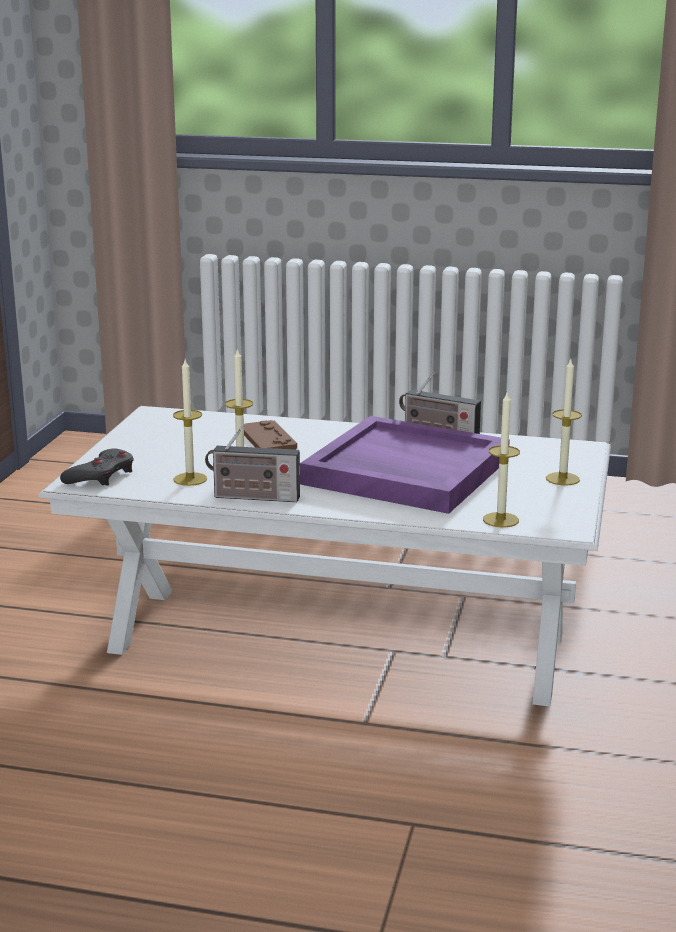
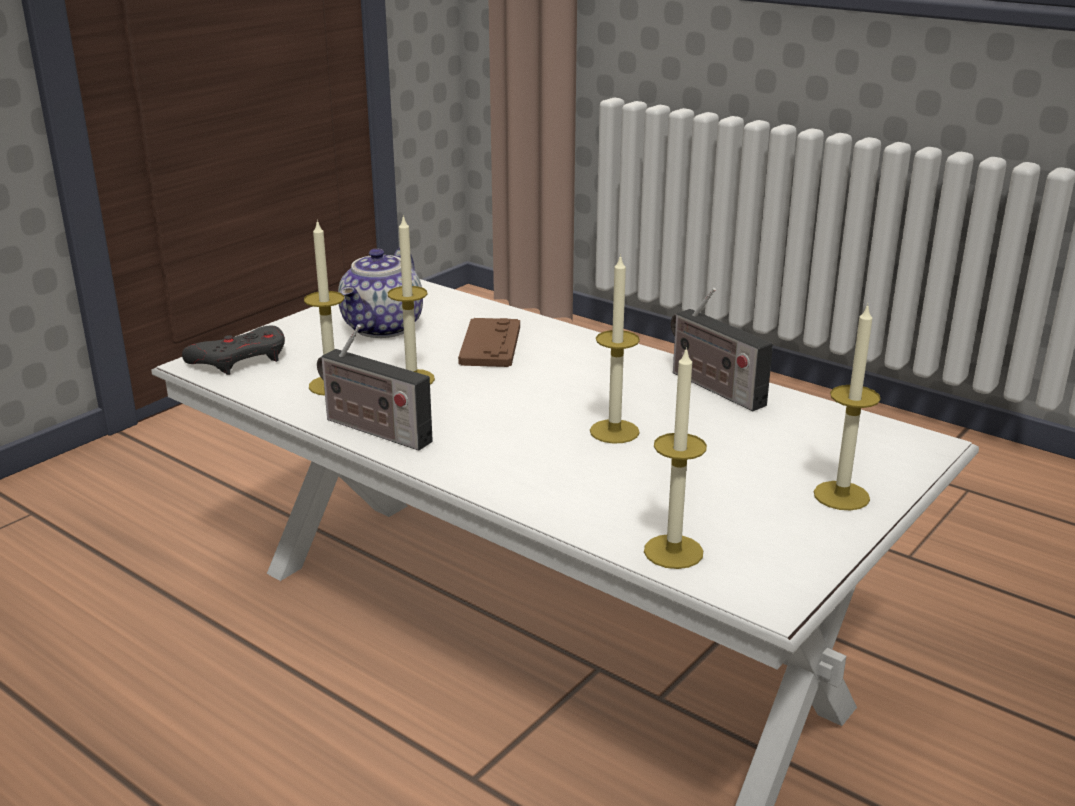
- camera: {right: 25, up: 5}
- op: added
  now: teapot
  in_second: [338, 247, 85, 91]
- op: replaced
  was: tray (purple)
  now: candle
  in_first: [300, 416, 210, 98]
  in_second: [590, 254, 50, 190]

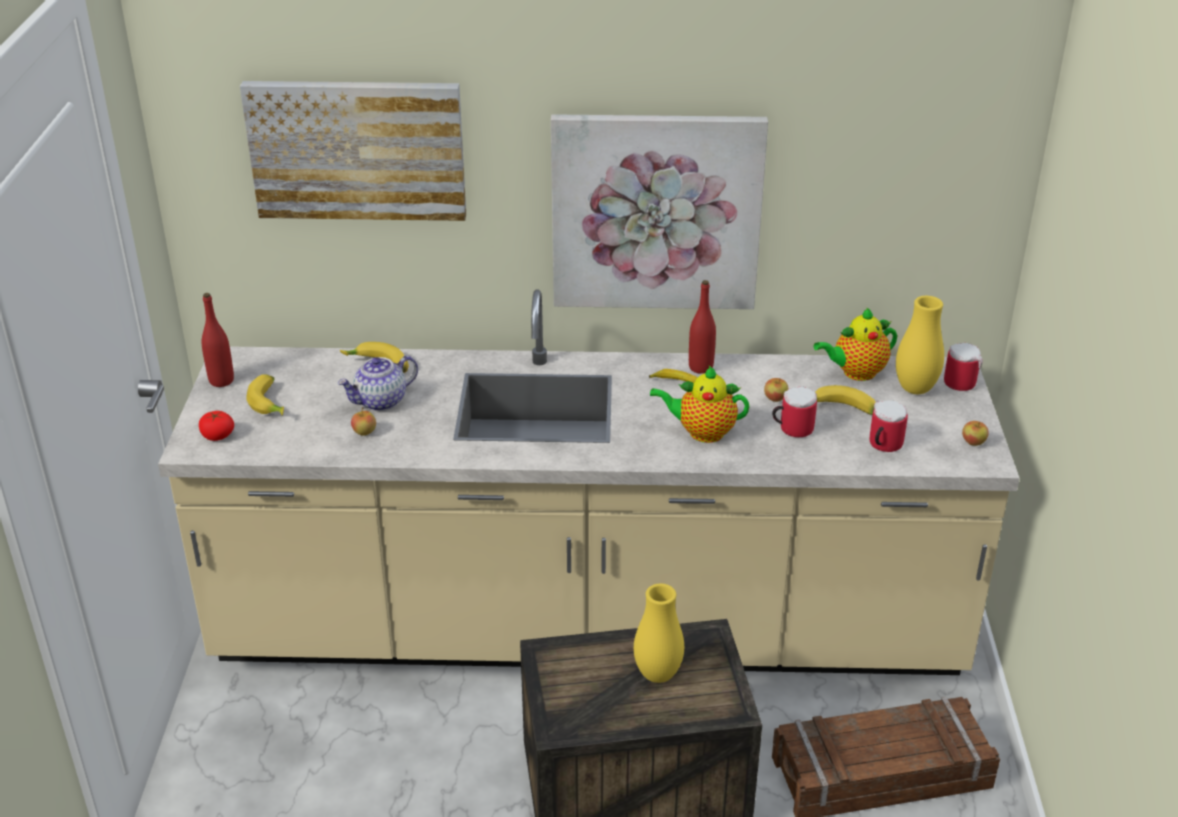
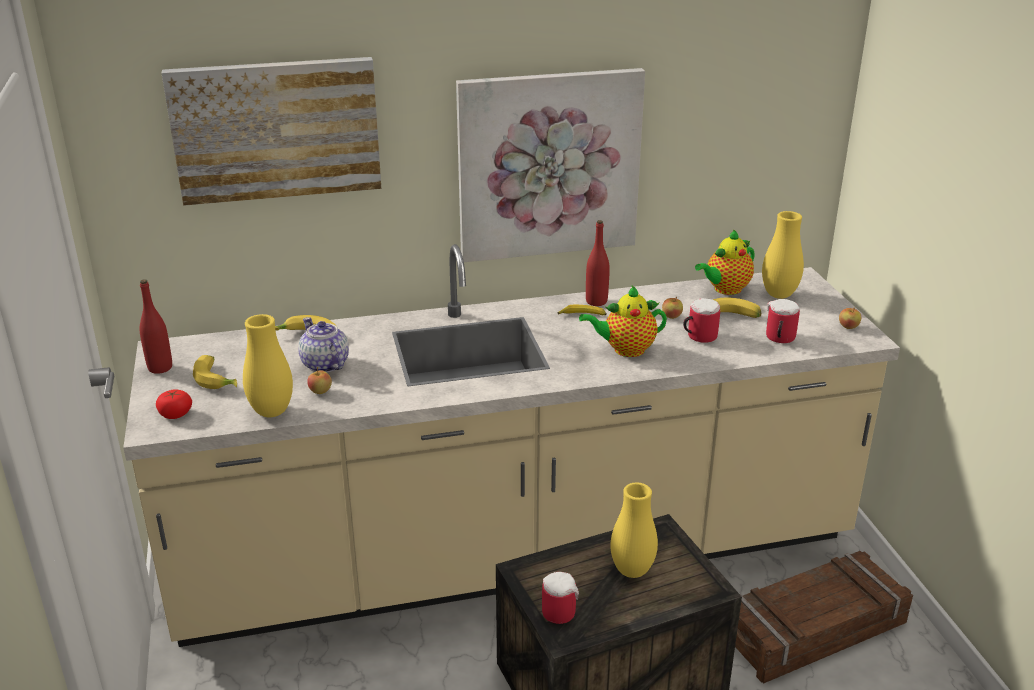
- camera: {right: -15, up: -5}
- op: added
  now: vase (yellow)
  in_second: [243, 314, 50, 103]
- op: turned
  was: teapot
  in_first: [338, 355, 80, 56]
  in_second: [298, 317, 51, 56]
  clockwise: 105
- op: moved
  was: mug
  in_first: [944, 343, 39, 48]
  in_second: [542, 572, 37, 52]

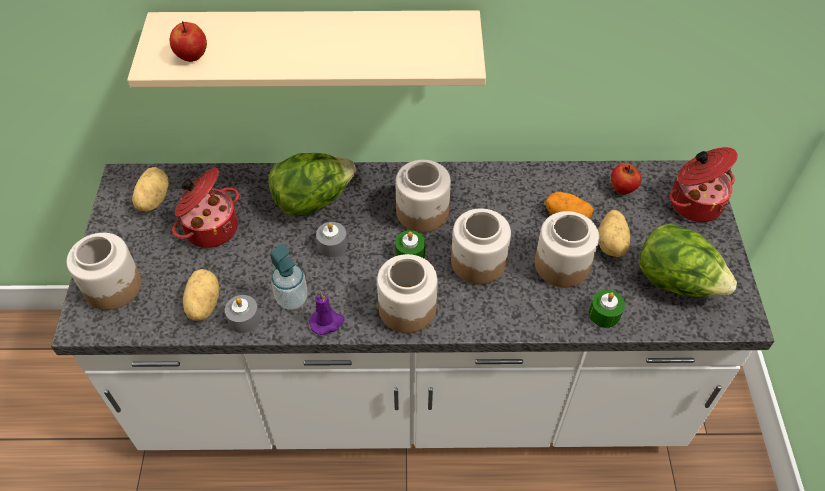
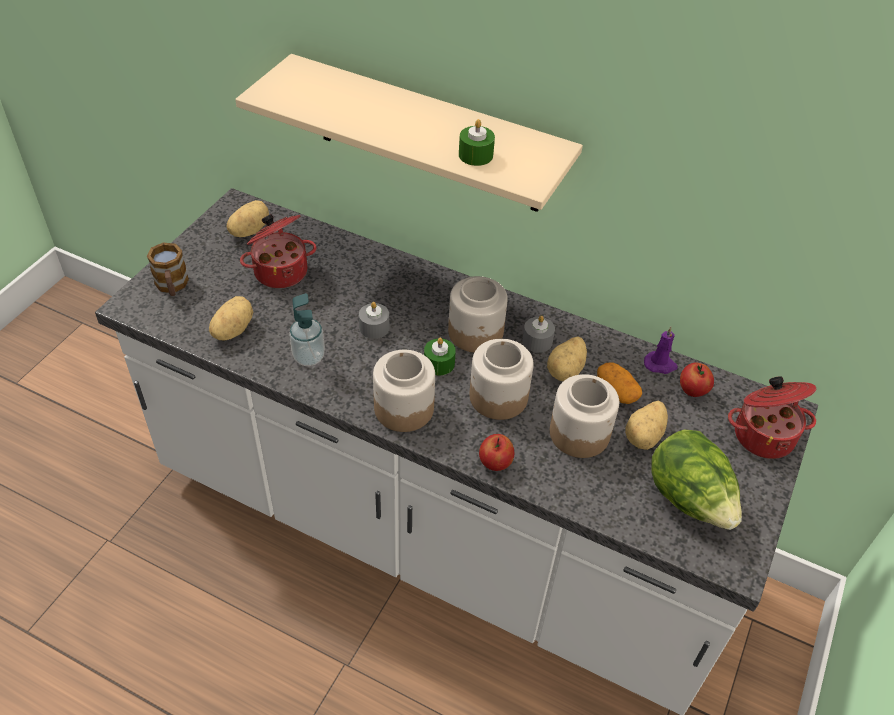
- camera: {right: 25, up: -5}
- op: replaced
  was: jar
  now: mug
  in_first: [67, 233, 75, 77]
  in_second: [147, 242, 42, 54]
- op: moved
  was: candle (green)
  in_first: [589, 290, 36, 38]
  in_second: [459, 119, 36, 47]
- op: moved
  was: apple
  in_first: [170, 21, 37, 41]
  in_second: [479, 434, 35, 37]
- op: moved
  was: candle (grey)
  in_first: [225, 295, 35, 38]
  in_second: [523, 315, 32, 38]
- op: added
  now: potato
  in_second: [547, 336, 40, 45]
- op: moved
  was: candle (purple)
  in_first: [309, 291, 35, 44]
  in_second: [644, 327, 34, 47]
- op: removed
  was: lettuce
  in_first: [268, 153, 88, 63]

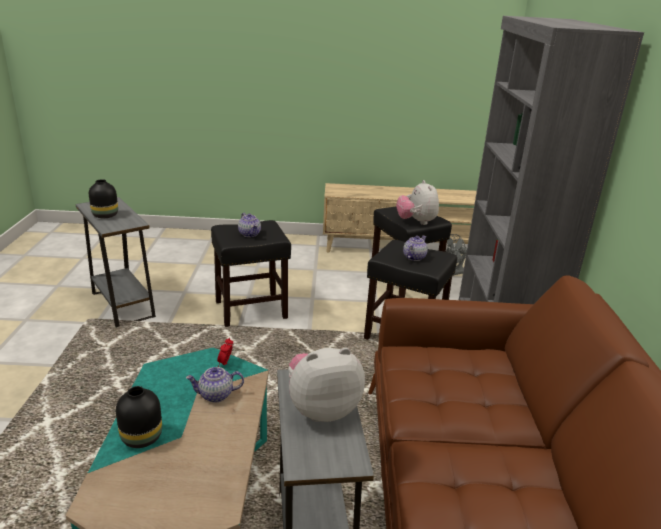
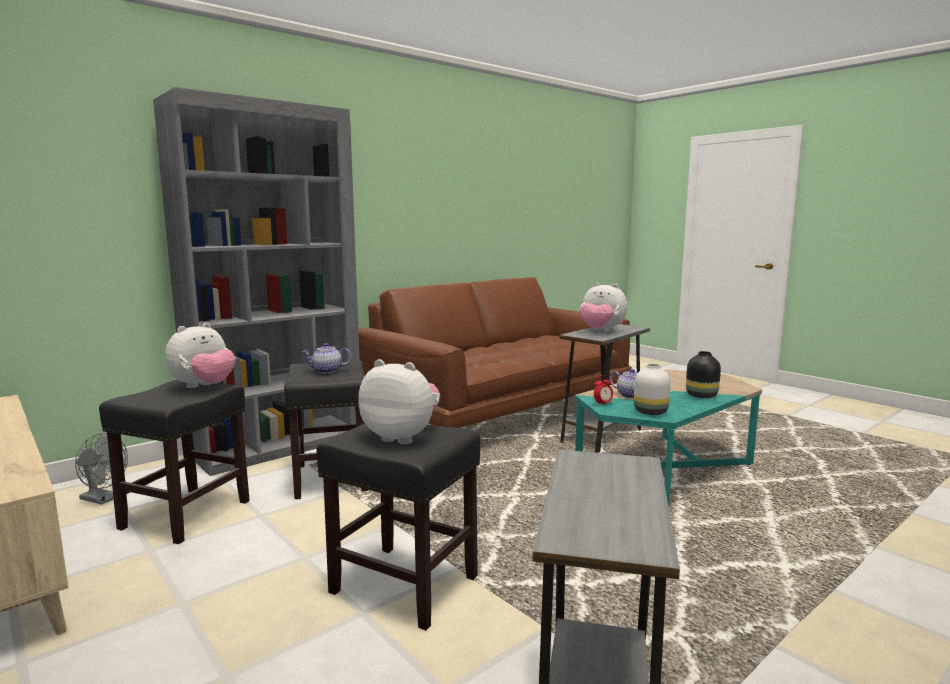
- camera: {right: -130, up: -15}
- op: replaced
  was: teapot
  now: plush toy
  in_first: [238, 213, 23, 24]
  in_second: [358, 359, 82, 85]
- op: added
  now: vase (white)
  in_second: [634, 363, 37, 52]
- op: removed
  was: vase (black)
  in_first: [89, 179, 29, 39]

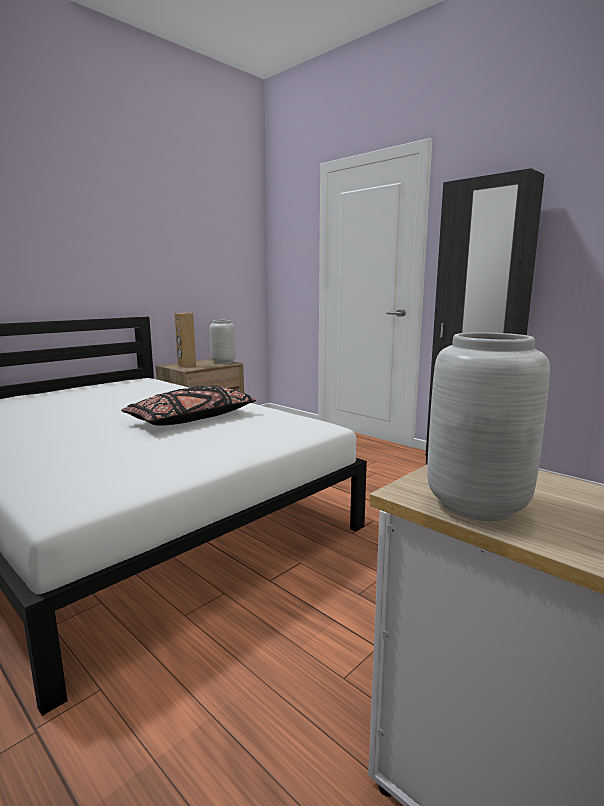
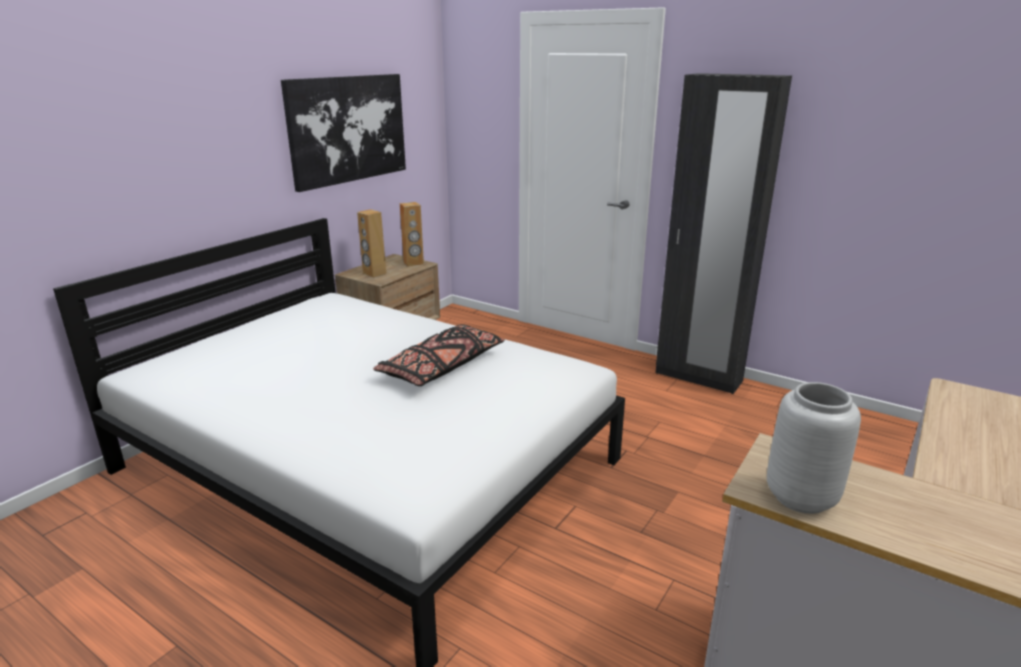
- camera: {right: -10, up: 10}
- op: added
  now: picture
  in_second: [281, 74, 125, 118]
- op: replaced
  was: vase (grey)
  now: speaker (brown)
  in_first: [209, 320, 27, 44]
  in_second: [400, 202, 24, 64]

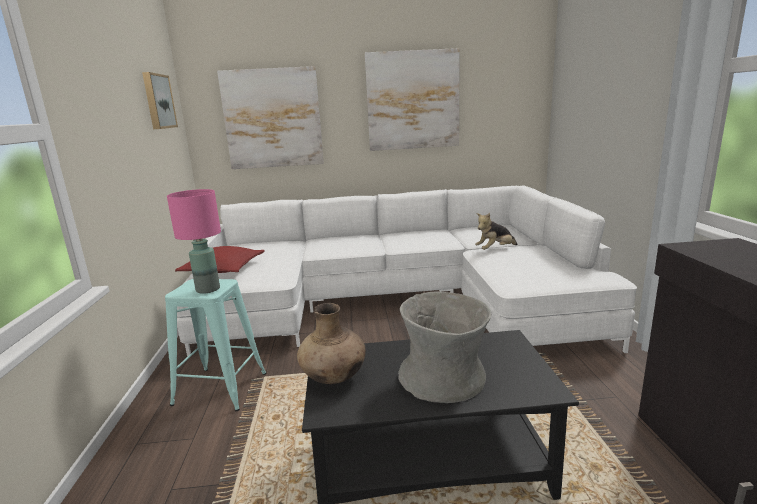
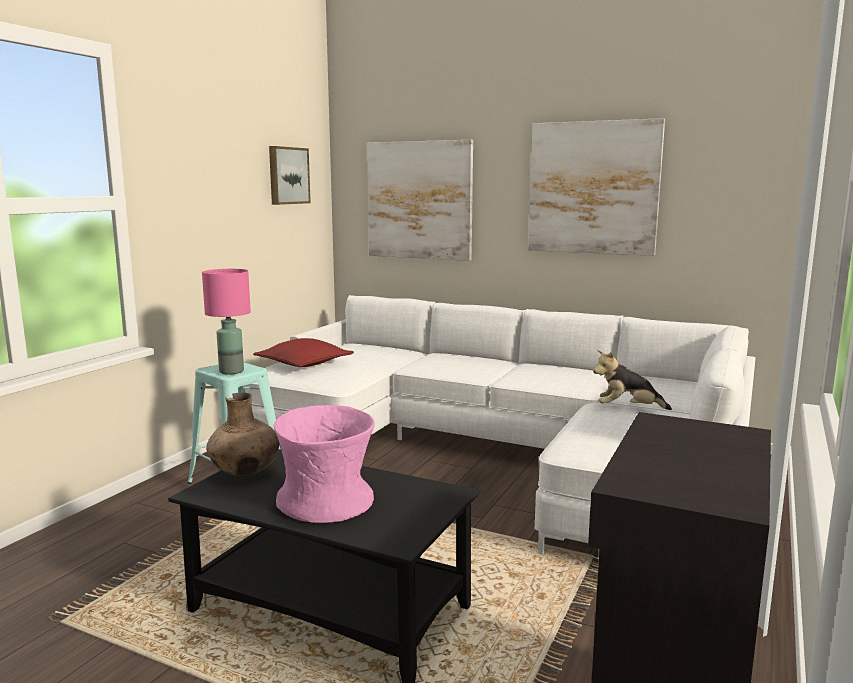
- camera: {right: 30, up: -5}
- op: recoloured
  was: vase (grey)
  now: vase (pink)
  in_first: [398, 291, 93, 112]
  in_second: [274, 405, 101, 118]

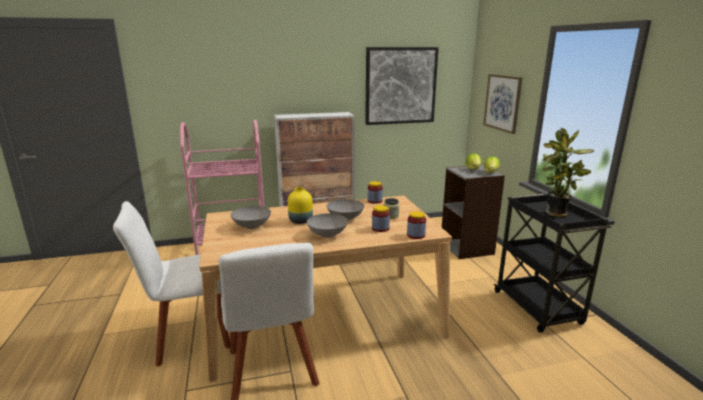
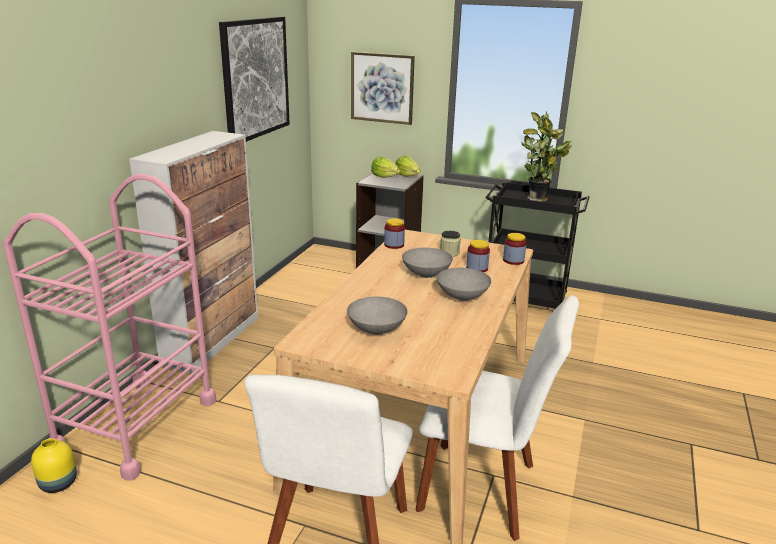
- camera: {right: -55, up: 5}
- op: moved
  was: vase (yellow)
  in_first: [288, 187, 25, 37]
  in_second: [31, 438, 46, 55]

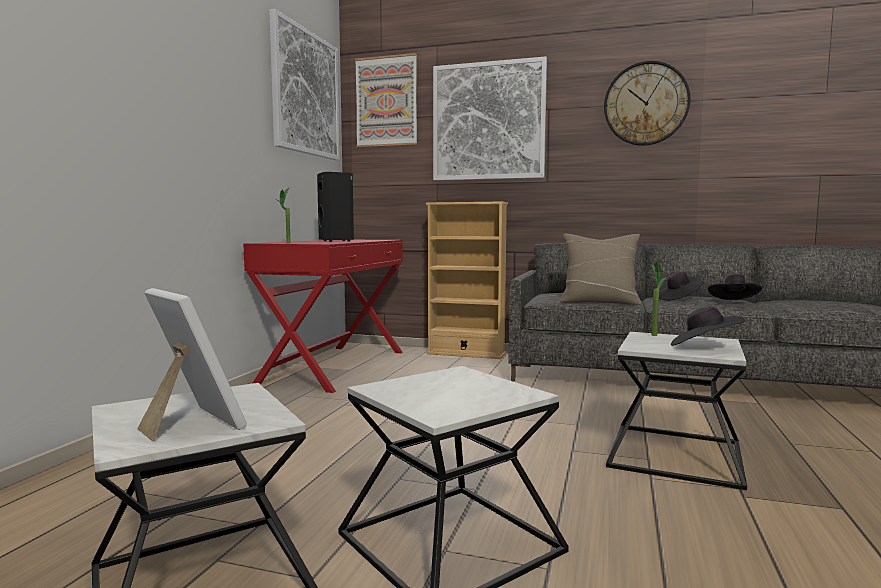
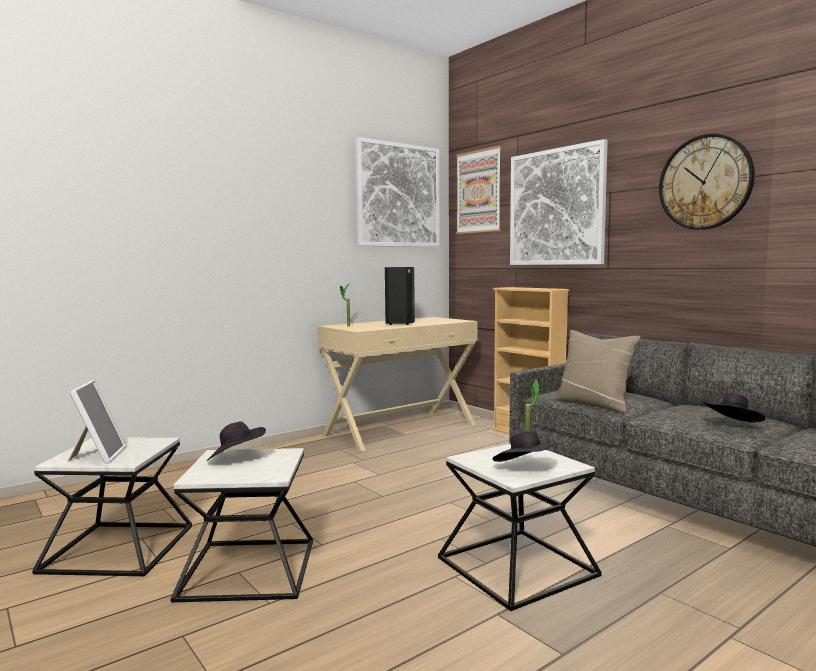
- camera: {right: 35, up: 0}
- op: moved
  was: hat (black)
  in_first: [656, 272, 47, 28]
  in_second: [207, 421, 59, 40]
- op: recoloured
  was: console table (red)
  now: console table (beige)
  in_first: [243, 240, 160, 153]
  in_second: [317, 317, 161, 135]

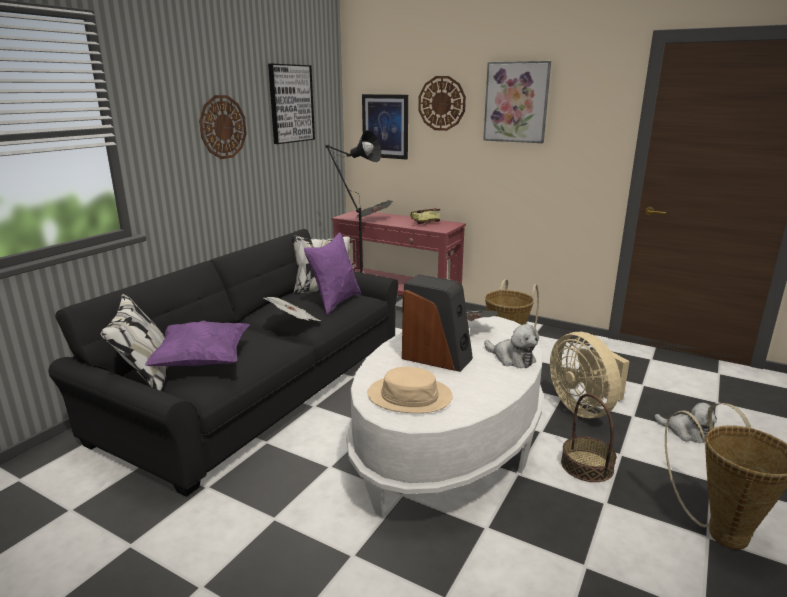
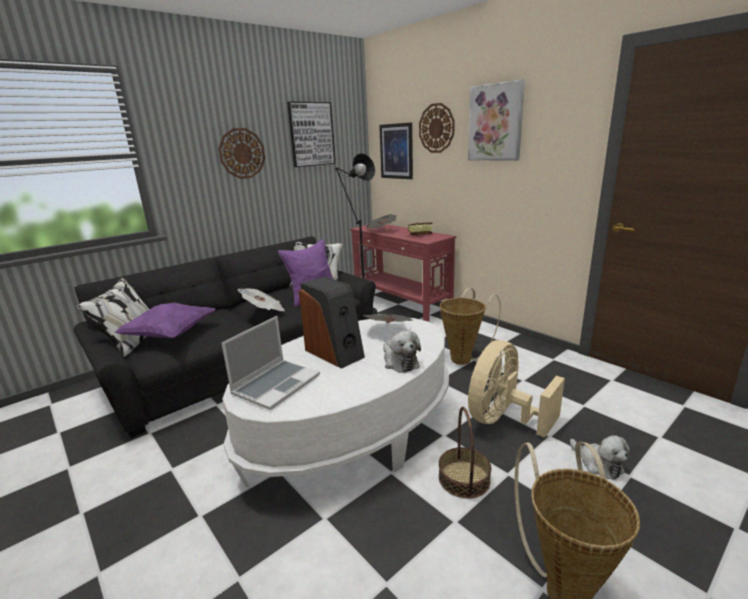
- camera: {right: 20, up: 0}
- op: replaced
  was: hat (beige)
  now: laptop
  in_first: [367, 367, 86, 46]
  in_second: [221, 316, 99, 94]
- op: turned
  was: fan (beige)
  in_first: [550, 332, 80, 86]
  in_second: [468, 340, 97, 98]
  clockwise: 45

